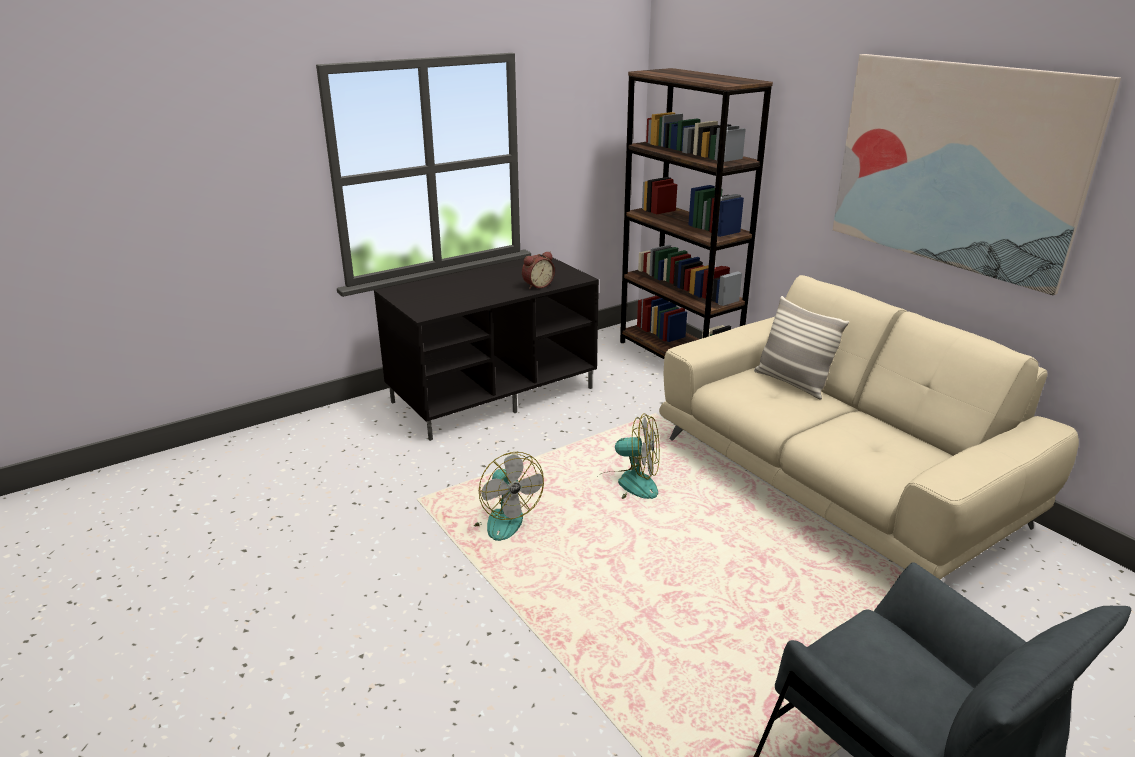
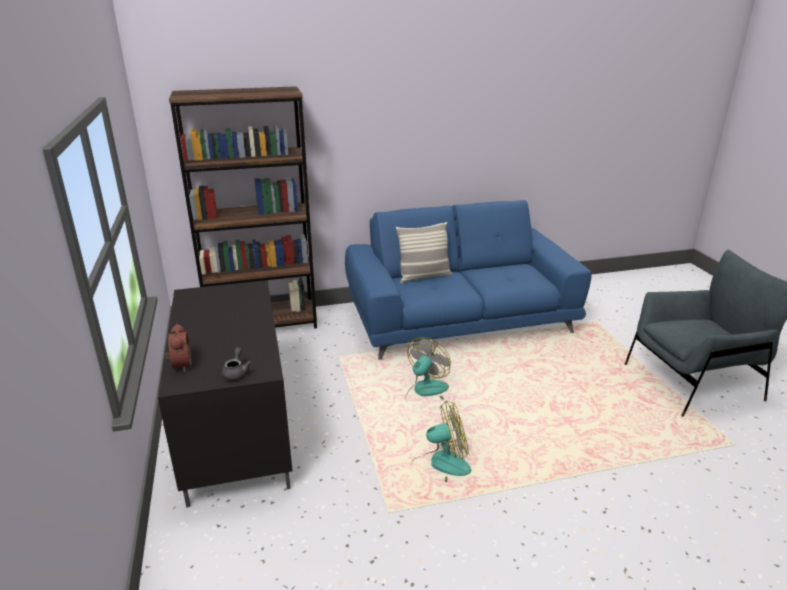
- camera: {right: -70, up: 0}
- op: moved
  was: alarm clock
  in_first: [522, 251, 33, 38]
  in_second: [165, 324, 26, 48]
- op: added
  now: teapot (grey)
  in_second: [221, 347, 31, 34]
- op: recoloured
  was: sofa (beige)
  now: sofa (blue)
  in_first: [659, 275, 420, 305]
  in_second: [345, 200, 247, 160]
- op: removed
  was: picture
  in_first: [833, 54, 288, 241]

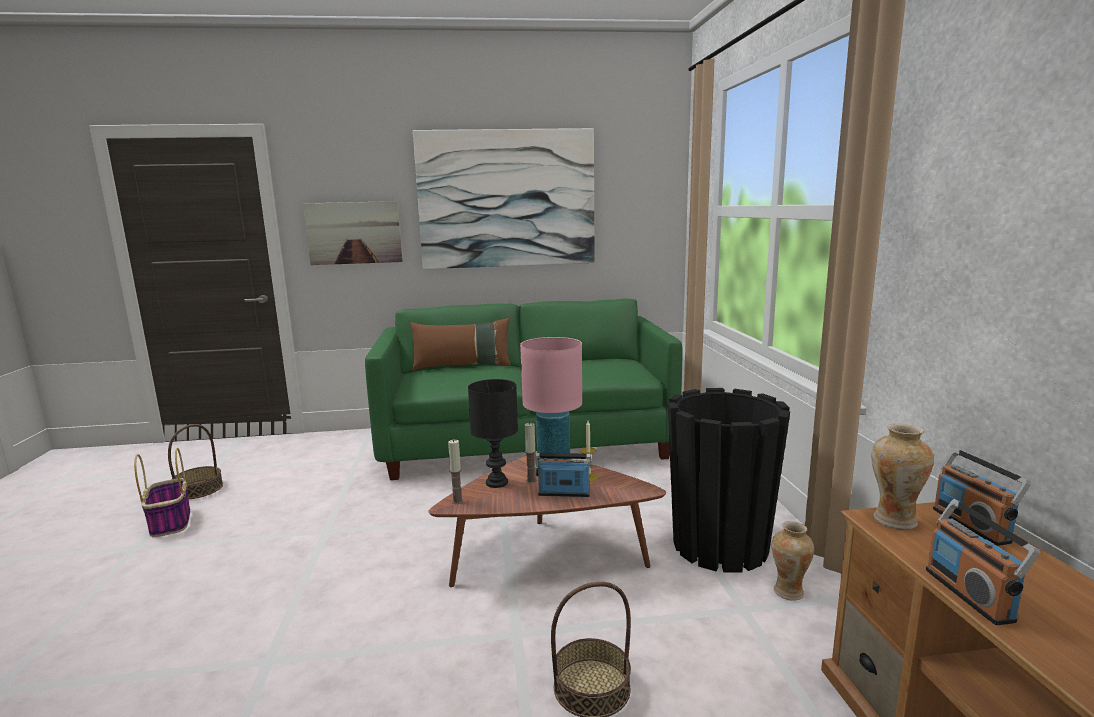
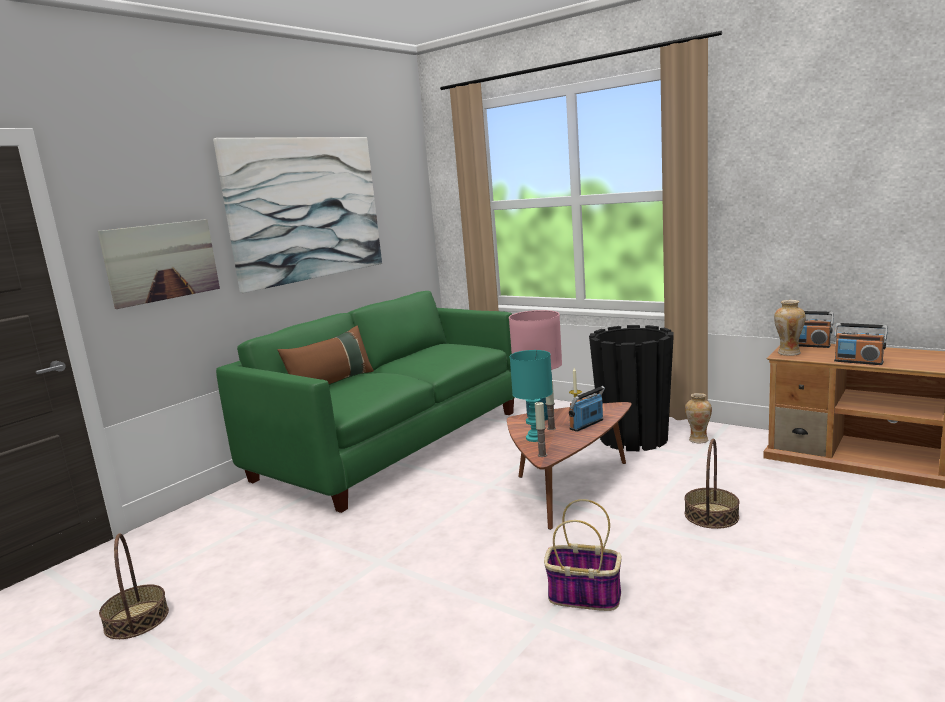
- camera: {right: -45, up: 0}
- op: recoloured
  was: table lamp (black)
  now: table lamp (turquoise)
  in_first: [468, 379, 50, 109]
  in_second: [510, 350, 43, 92]
- op: moved
  was: basket
  in_first: [134, 448, 56, 89]
  in_second: [544, 499, 78, 112]

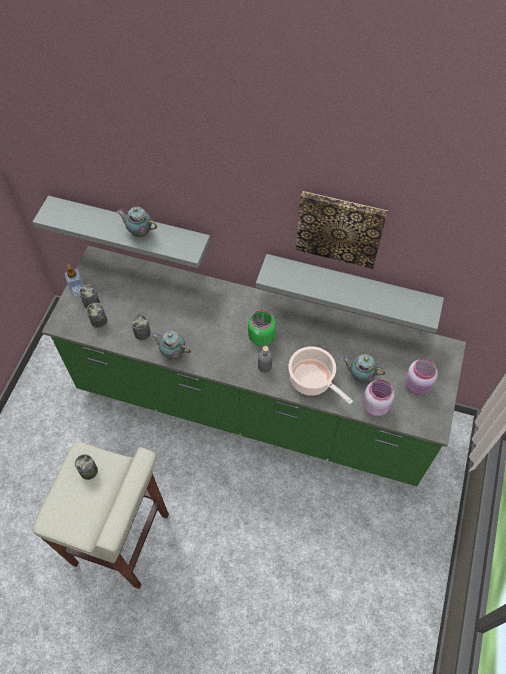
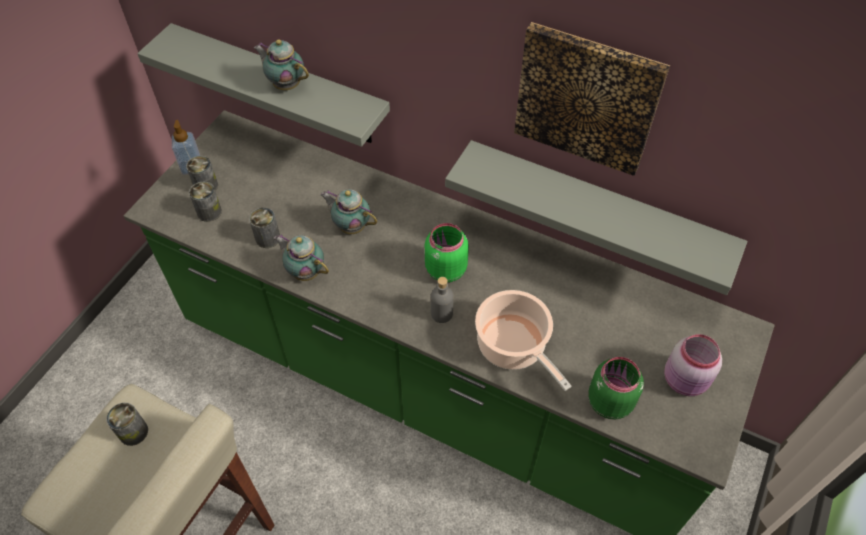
- camera: {right: 10, up: -5}
- op: moved
  was: teapot
  in_first: [341, 354, 44, 28]
  in_second: [320, 189, 57, 45]
- op: recoloured
  was: jar (pink)
  now: jar (green)
  in_first: [362, 380, 33, 36]
  in_second: [588, 357, 56, 63]

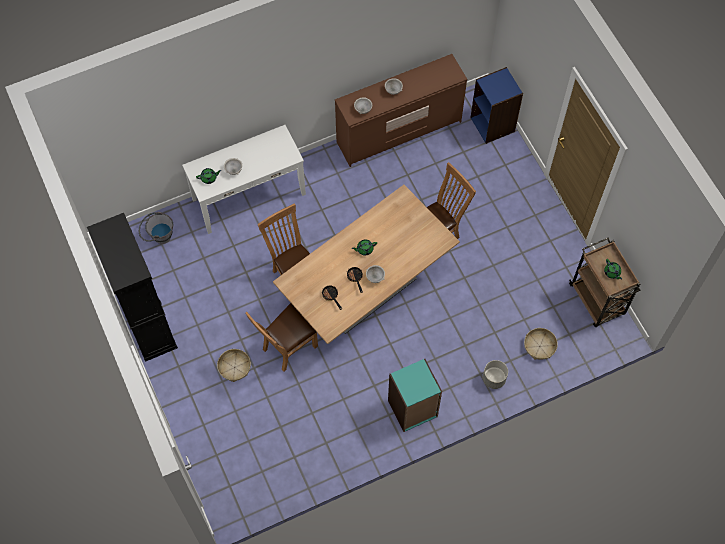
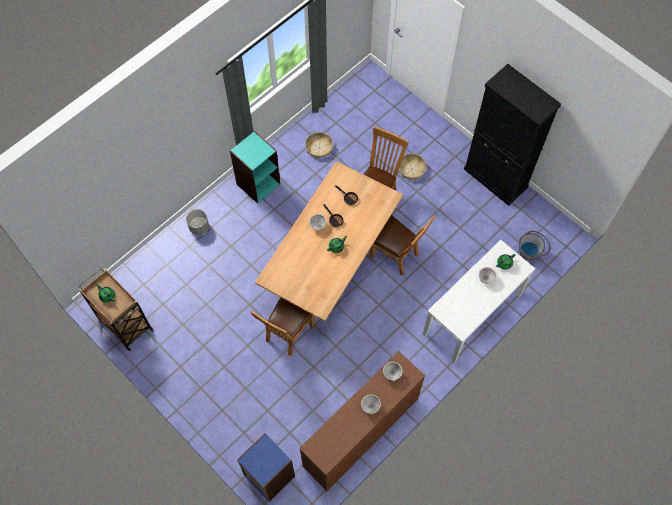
- camera: {right: 160, up: 0}
- op: moved
  was: basket
  in_first: [524, 328, 34, 31]
  in_second: [305, 132, 28, 27]

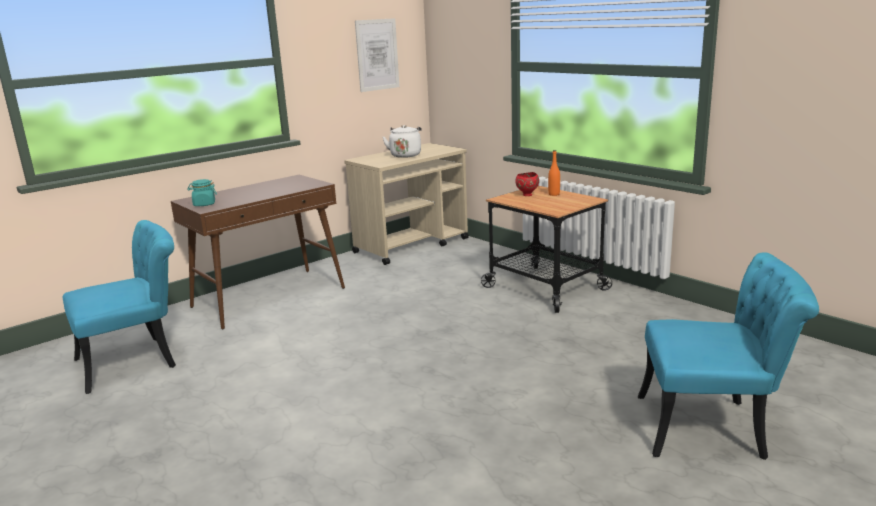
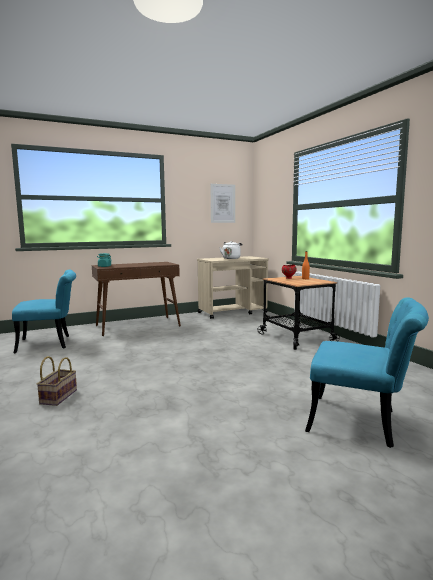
- camera: {right: 15, up: -10}
- op: added
  now: basket
  in_second: [37, 356, 40, 50]

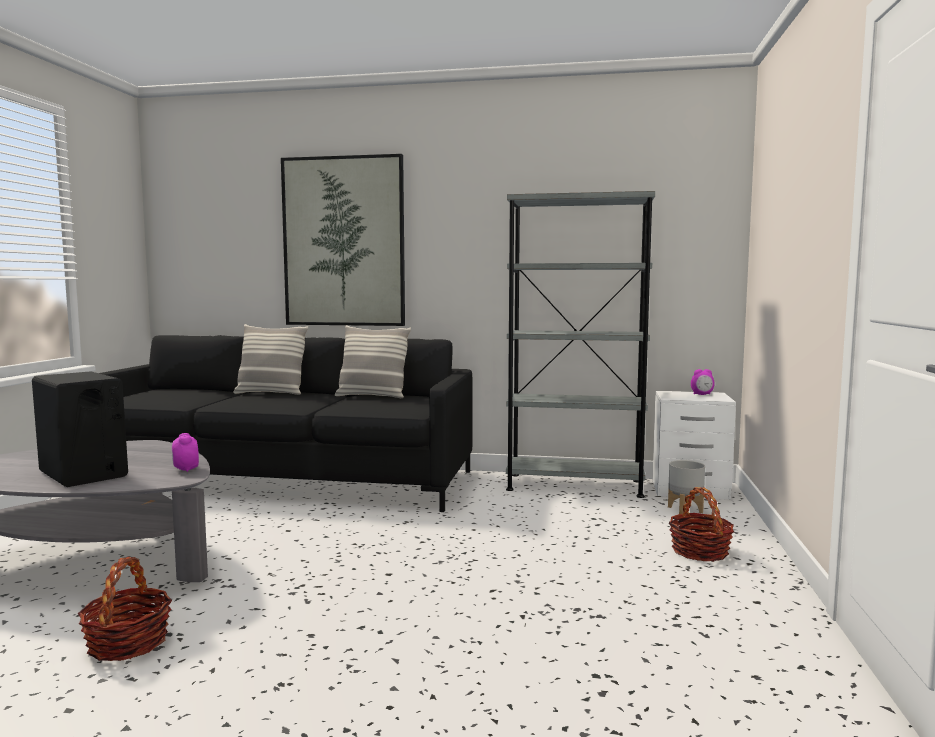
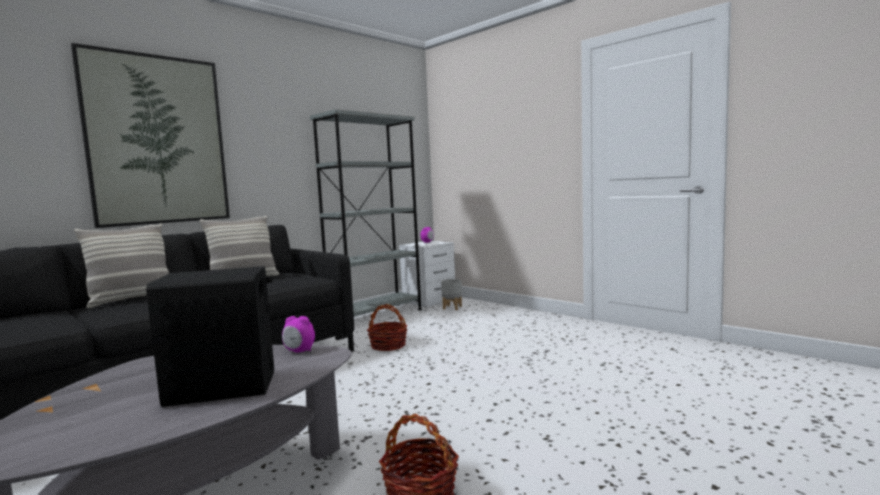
- camera: {right: -55, up: 0}
- op: moved
  was: basket
  in_first: [669, 487, 65, 75]
  in_second: [367, 304, 40, 47]

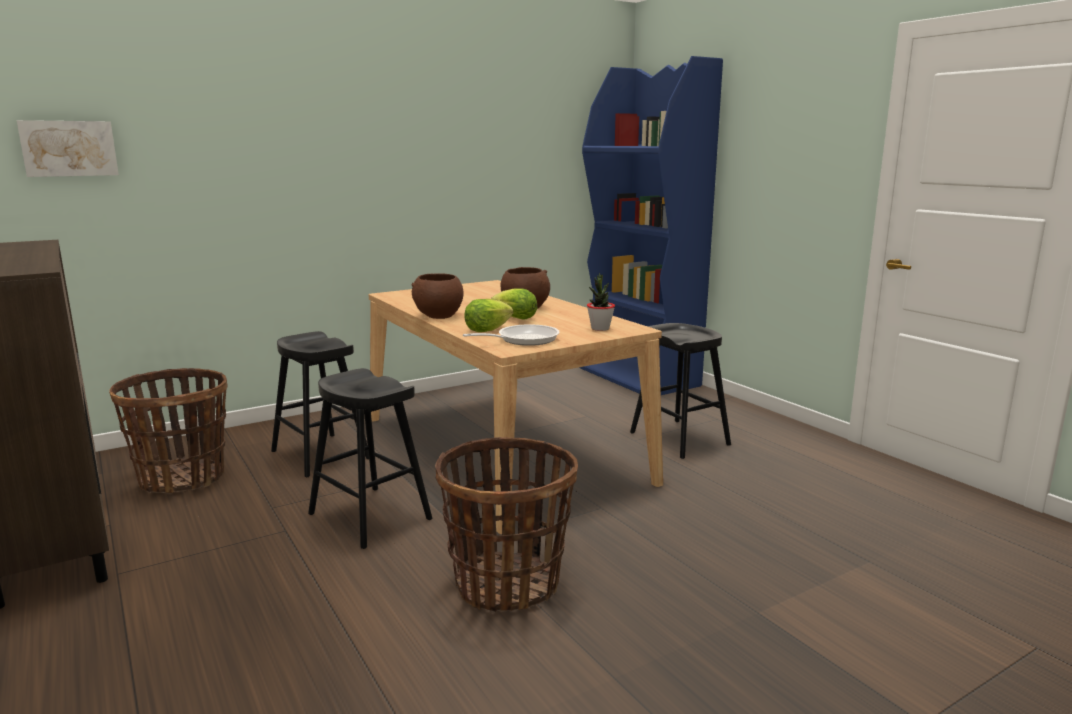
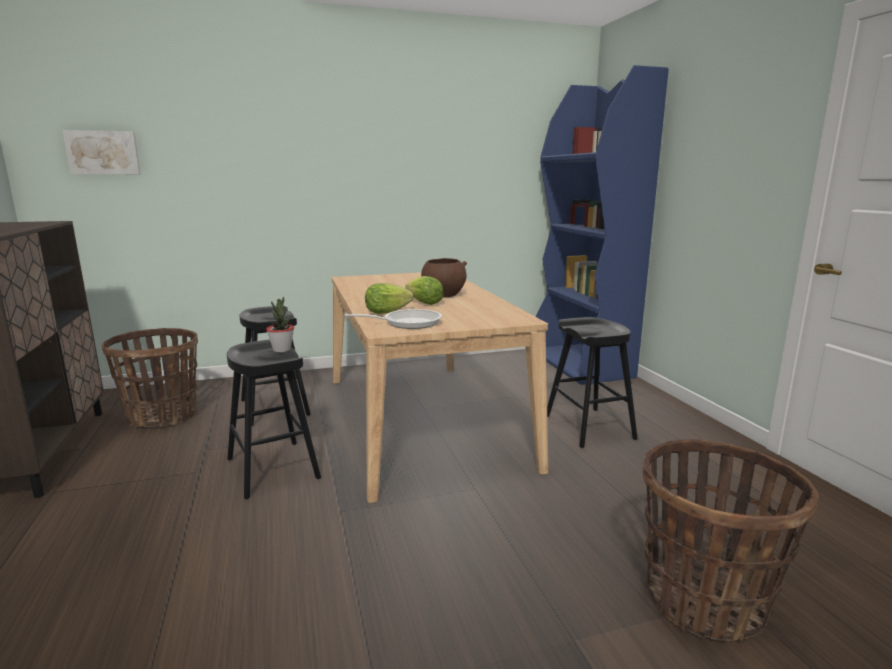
- camera: {right: 15, up: 0}
- op: moved
  was: potted plant
  in_first: [587, 273, 28, 58]
  in_second: [266, 297, 28, 55]
- op: moved
  was: basket
  in_first: [435, 437, 143, 176]
  in_second: [643, 439, 176, 202]
- op: removed
  was: bowl (brown)
  in_first: [412, 273, 51, 46]

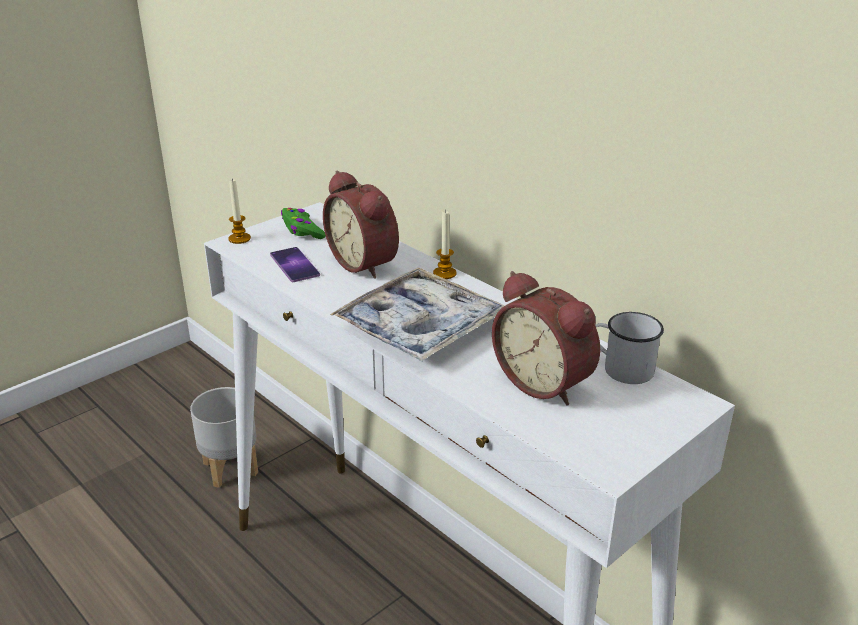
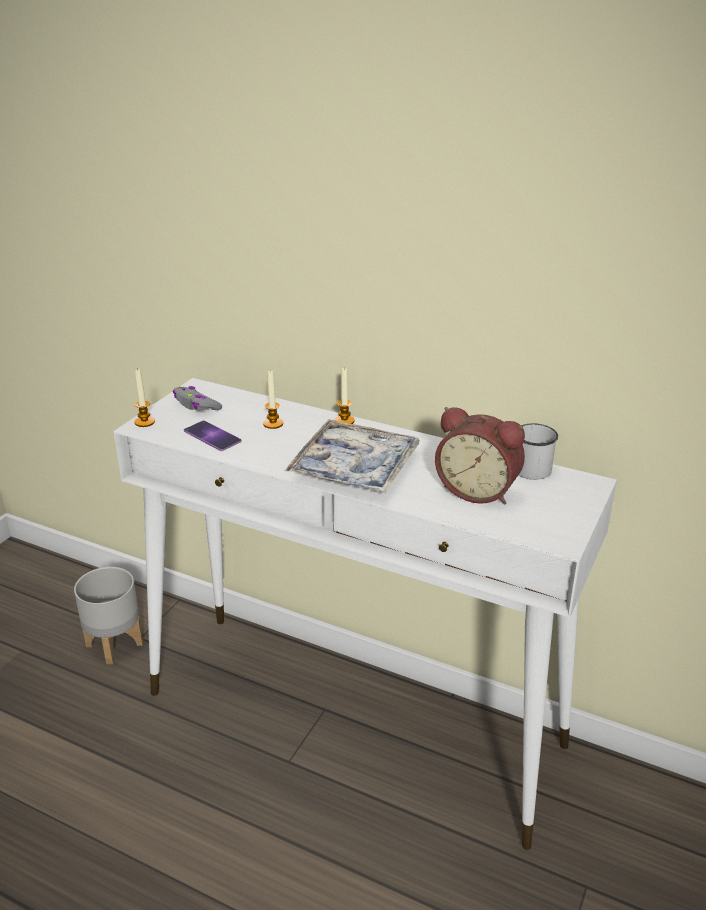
- camera: {right: -20, up: 0}
- op: recoloured
  was: game controller (green)
  now: game controller (grey)
  in_first: [281, 208, 45, 31]
  in_second: [173, 386, 49, 25]
- op: replaced
  was: alarm clock
  now: candle
  in_first: [323, 170, 76, 109]
  in_second: [263, 370, 20, 59]

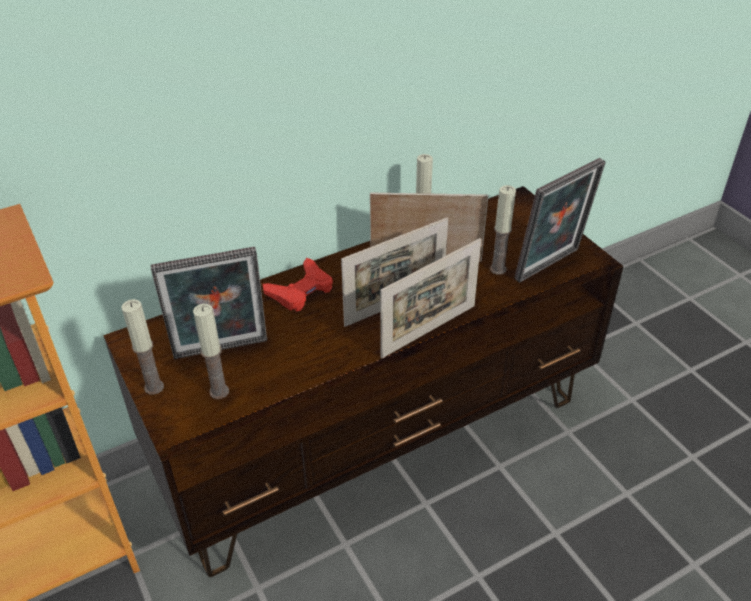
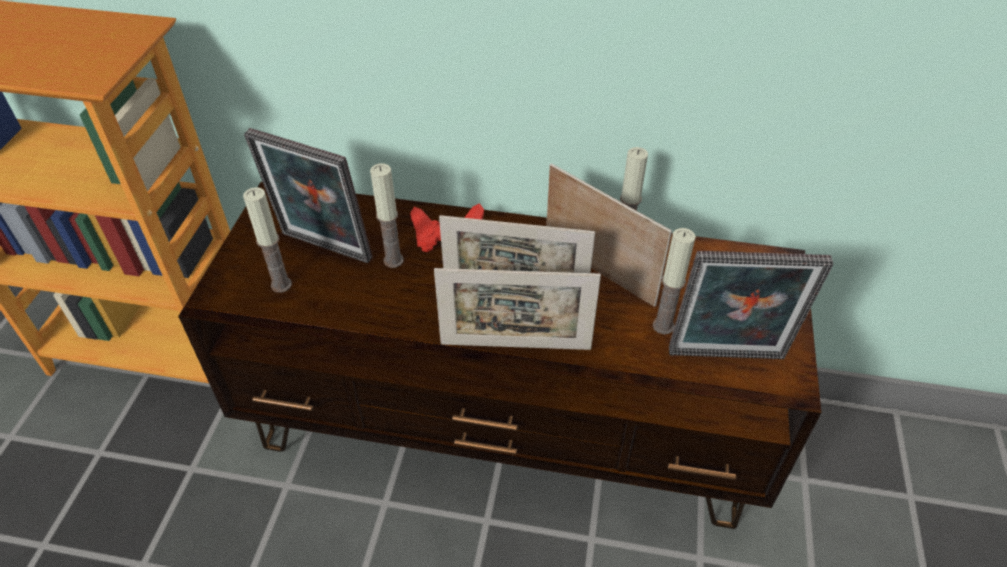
- camera: {right: 40, up: 5}
- op: moved
  was: candle
  in_first: [121, 299, 43, 96]
  in_second: [370, 163, 34, 105]

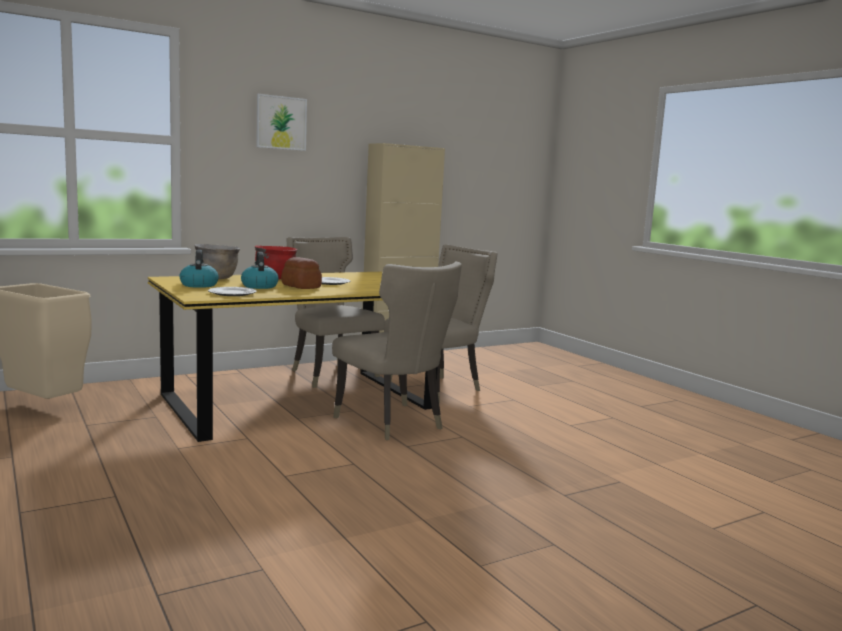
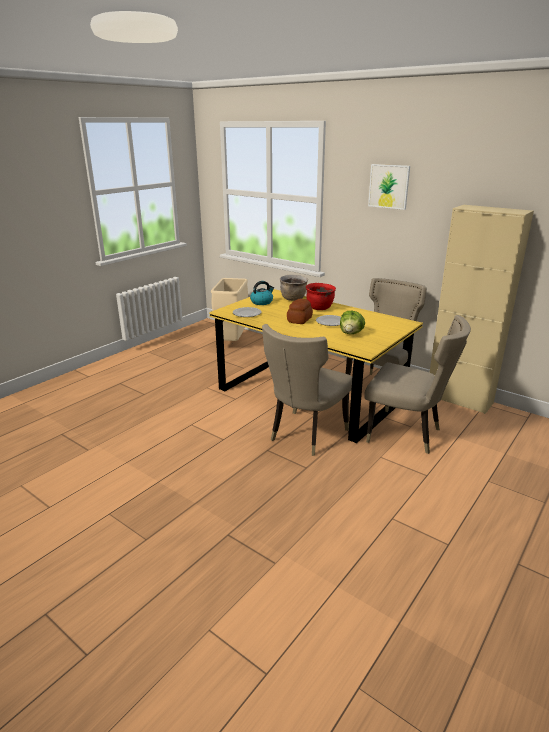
- camera: {right: 70, up: 15}
- op: added
  now: lettuce
  in_second: [340, 311, 25, 23]
- op: removed
  was: kettle
  in_first: [241, 252, 38, 37]

